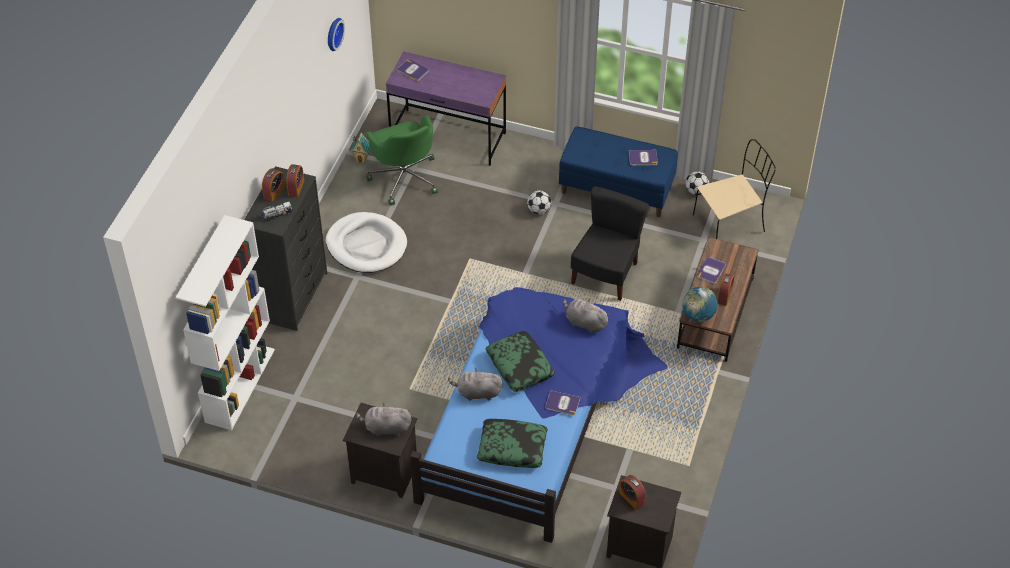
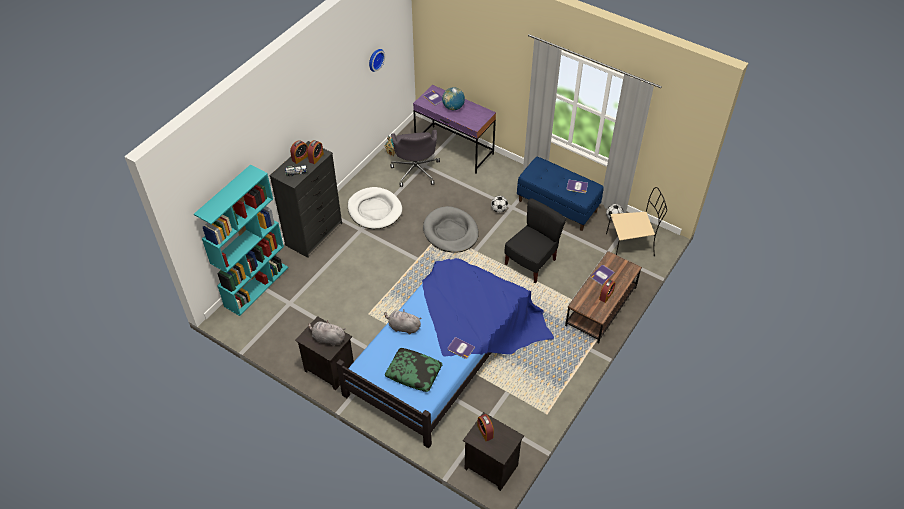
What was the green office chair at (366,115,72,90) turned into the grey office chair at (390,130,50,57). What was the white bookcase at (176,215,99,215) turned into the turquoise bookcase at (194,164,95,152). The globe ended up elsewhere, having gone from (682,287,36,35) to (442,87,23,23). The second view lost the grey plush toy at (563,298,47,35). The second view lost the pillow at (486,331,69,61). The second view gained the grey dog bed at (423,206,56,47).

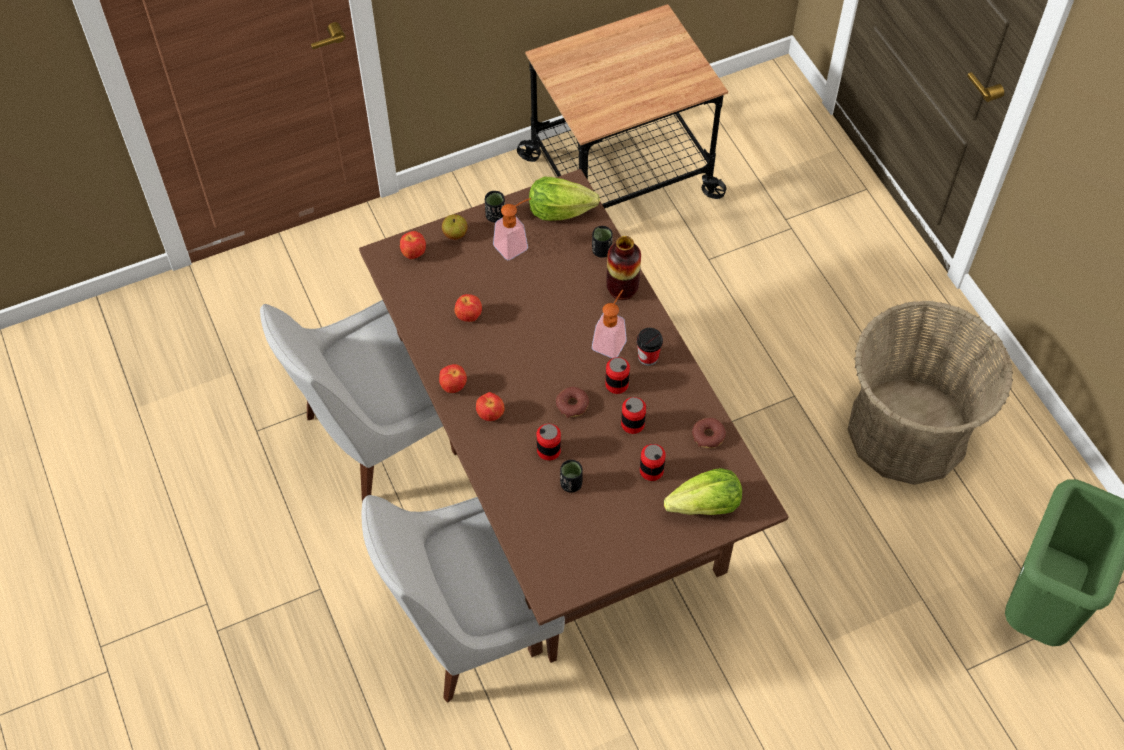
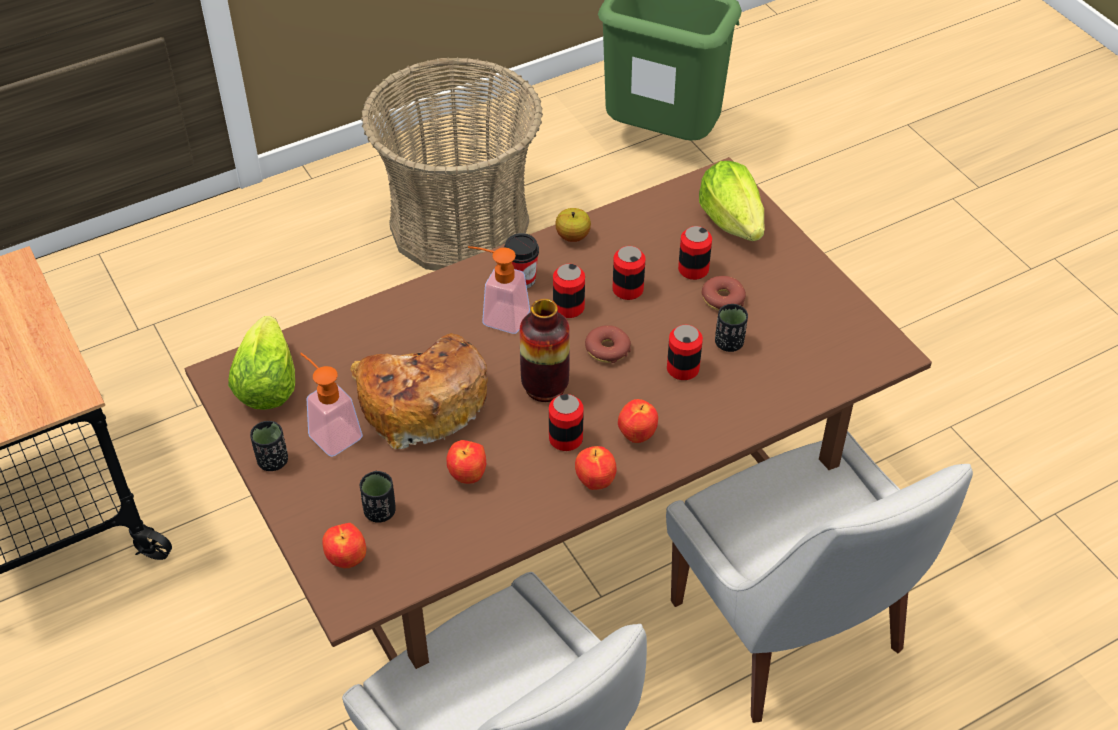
The apple ended up elsewhere, having gone from (442,214,25,26) to (555,208,36,34). The black cup ended up elsewhere, having gone from (592,226,21,32) to (360,471,36,52). The vase ended up elsewhere, having gone from (606,236,35,64) to (520,299,50,103). The donut ended up elsewhere, having gone from (692,418,34,30) to (701,276,45,35). The second view gained the bread at (350,333,138,116). The second view gained the can at (549,394,35,57).

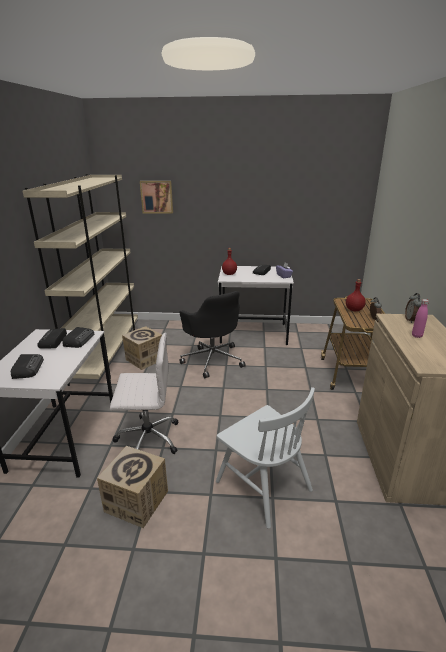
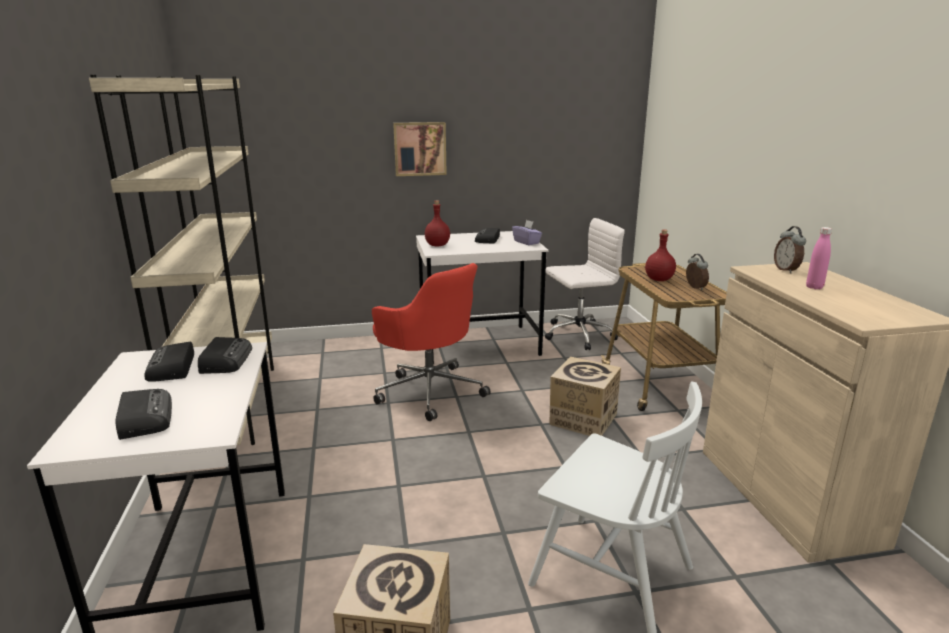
The picture ended up elsewhere, having gone from (140,181,33,33) to (393,122,54,54). What was the black office chair at (179,291,67,87) turned into the red office chair at (372,263,119,158). The cardboard box ended up elsewhere, having gone from (122,326,40,44) to (549,357,72,79). The white office chair ended up elsewhere, having gone from (110,333,68,121) to (545,218,80,132).

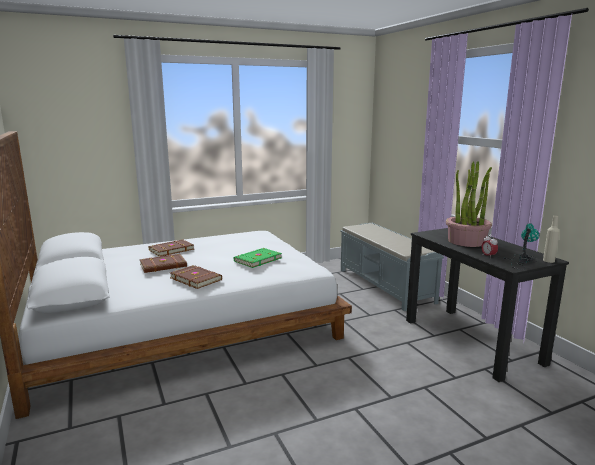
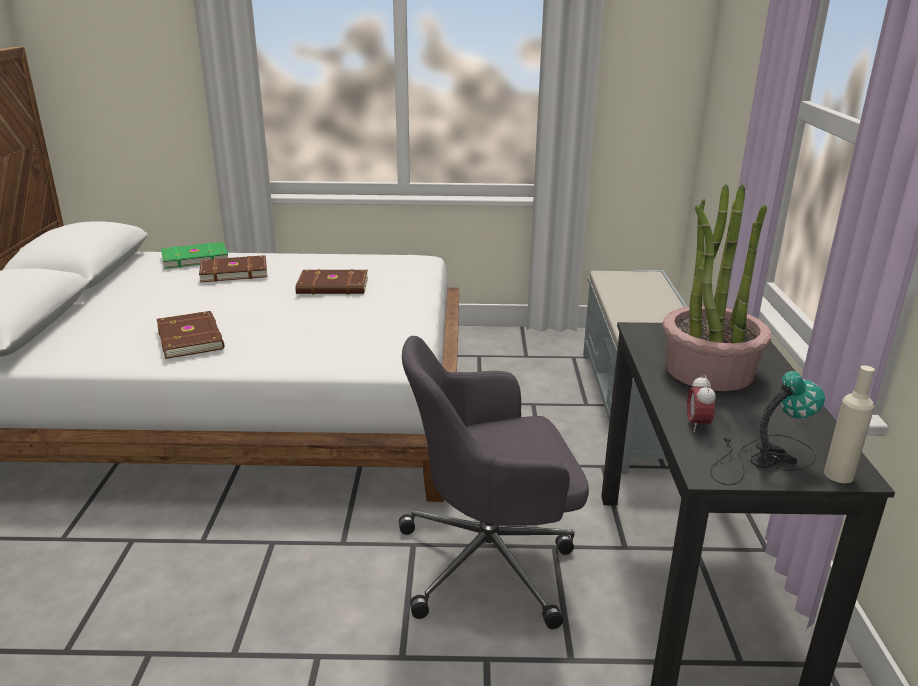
The green book ended up elsewhere, having gone from (234,248,48,20) to (161,242,67,27). The brown book ended up elsewhere, having gone from (140,254,47,19) to (295,269,73,25). The second view gained the grey office chair at (399,336,190,293).

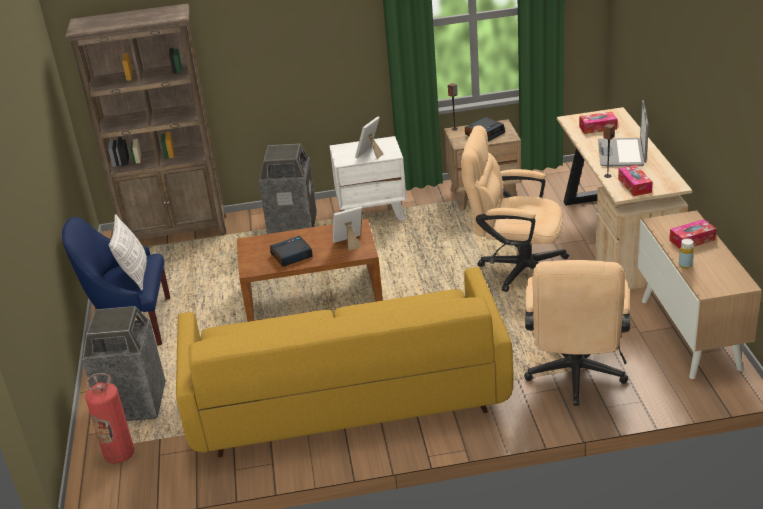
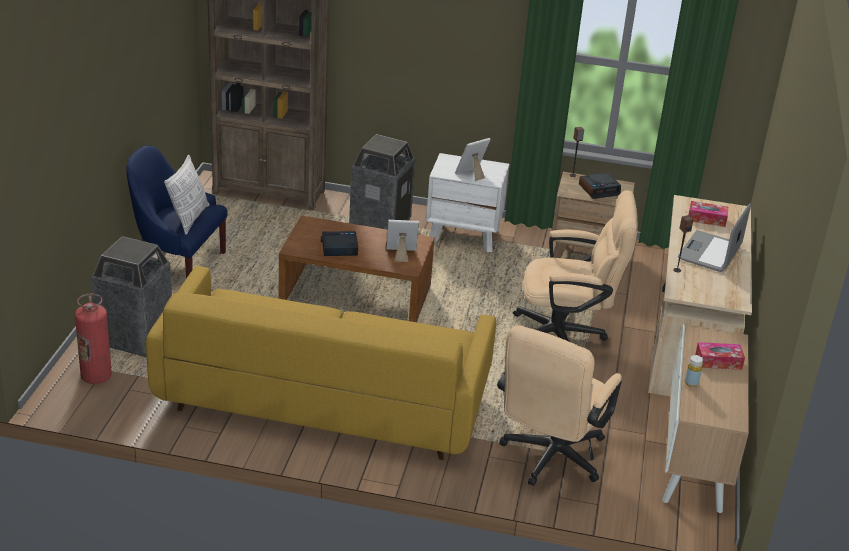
The beige office chair at (461,125,108,167) ended up facing another way, 150 degrees clockwise from before. The second view lost the tissue box at (618,165,34,31).

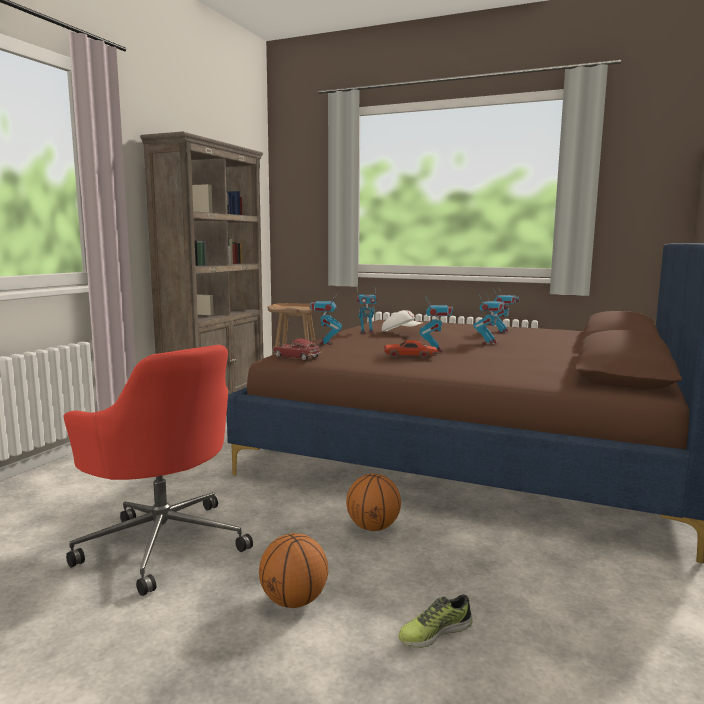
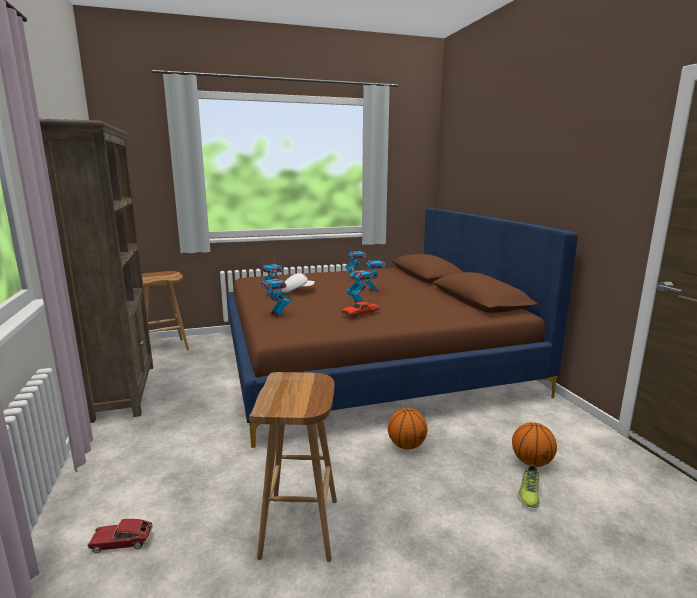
The toy car ended up elsewhere, having gone from (273,339,49,22) to (87,519,66,34). Where the red office chair stood at (64,345,189,251), the brown stool came to stand at (249,372,88,190). The basketball ended up elsewhere, having gone from (259,533,69,75) to (512,422,45,45).

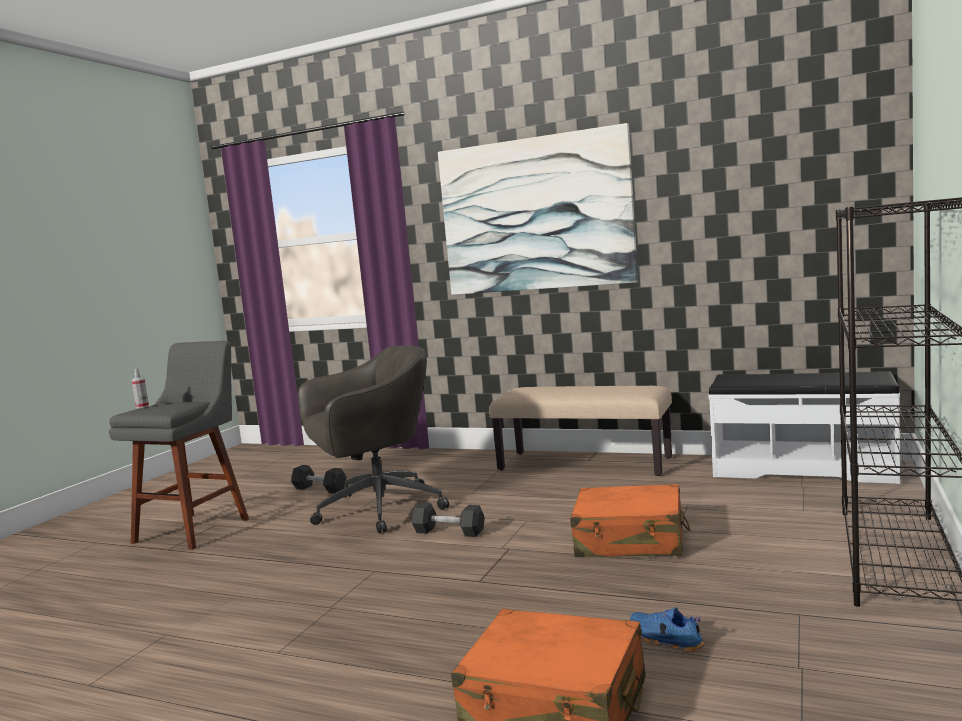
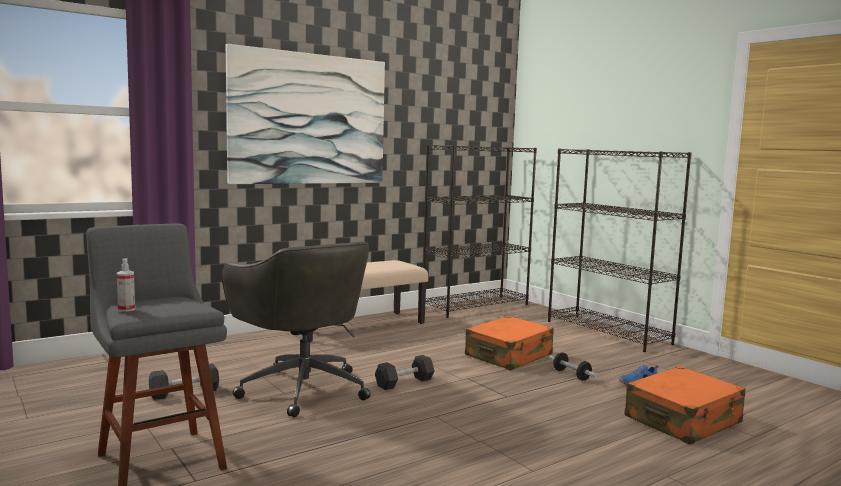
The grey office chair at (298,345,151,188) ended up facing another way, 135 degrees clockwise from before. Where the white bench stood at (708,371,192,113), the black bookcase came to stand at (424,145,113,173). The second view gained the dumbbell at (549,352,49,29).

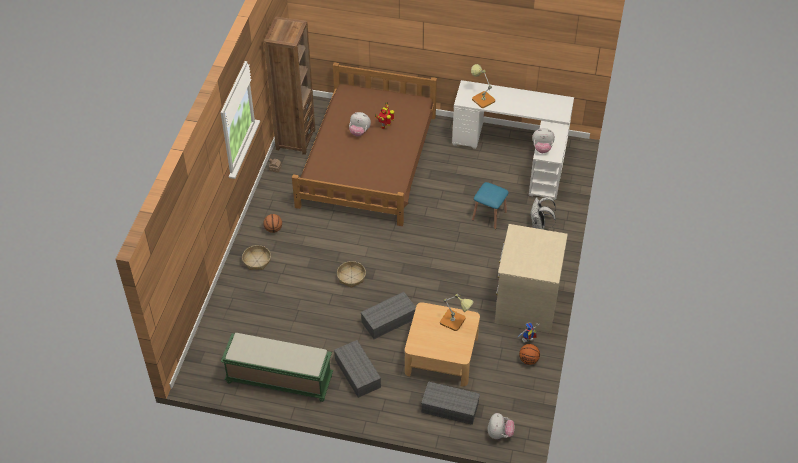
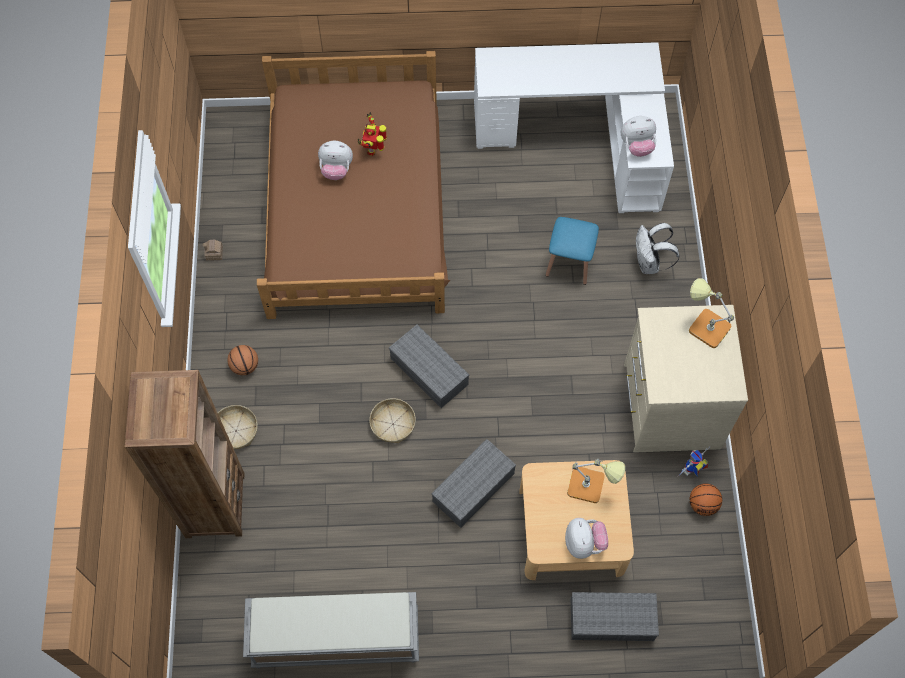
The brown bookcase ended up elsewhere, having gone from (264,16,51,139) to (125,370,119,168). The table lamp ended up elsewhere, having gone from (471,64,24,44) to (689,278,45,70). What was the green bench at (221,333,112,69) turned into the grey bench at (243,592,176,76). The grey storage box ended up elsewhere, having gone from (334,340,47,58) to (389,325,80,83). The plush toy ended up elsewhere, having gone from (488,413,26,26) to (565,518,43,41).

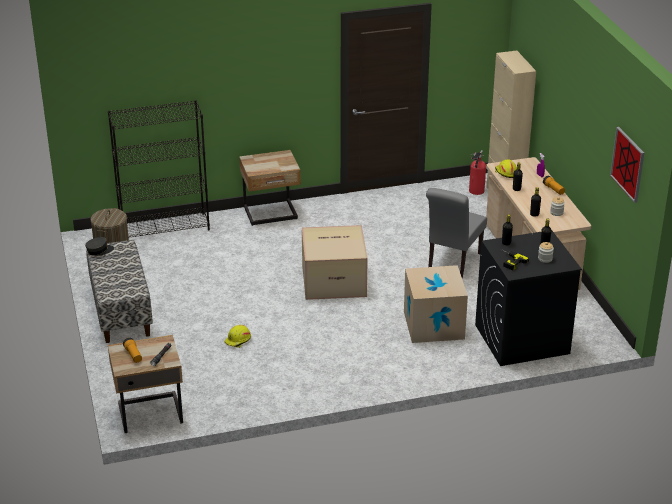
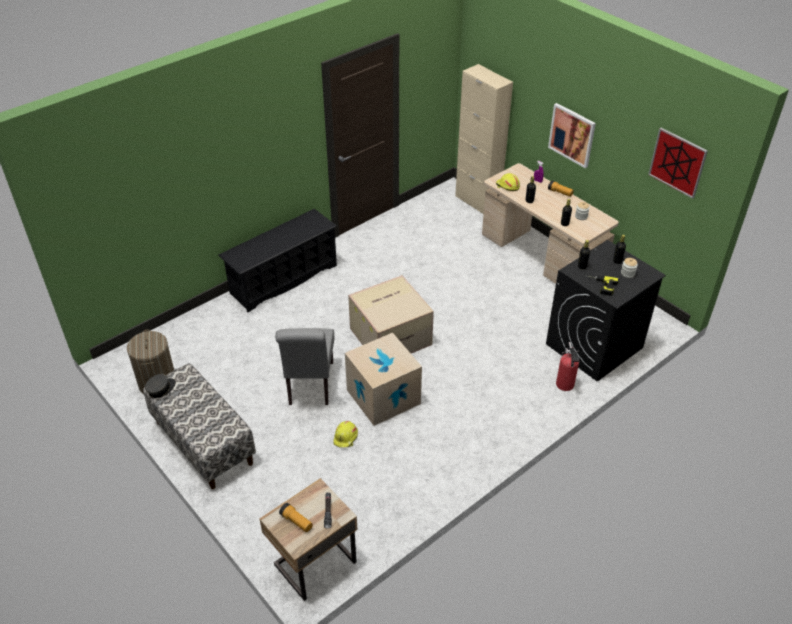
The second view lost the black bookcase at (108,100,102,137). Where the beige nightstand stood at (239,150,62,76), the black shoe rack came to stand at (218,209,119,103). The fire extinguisher ended up elsewhere, having gone from (469,150,17,45) to (556,342,23,49). The grey chair ended up elsewhere, having gone from (426,188,61,91) to (275,328,59,77). The cardboard box ended up elsewhere, having gone from (404,265,64,78) to (345,333,77,93). The second view gained the picture at (548,103,48,65).

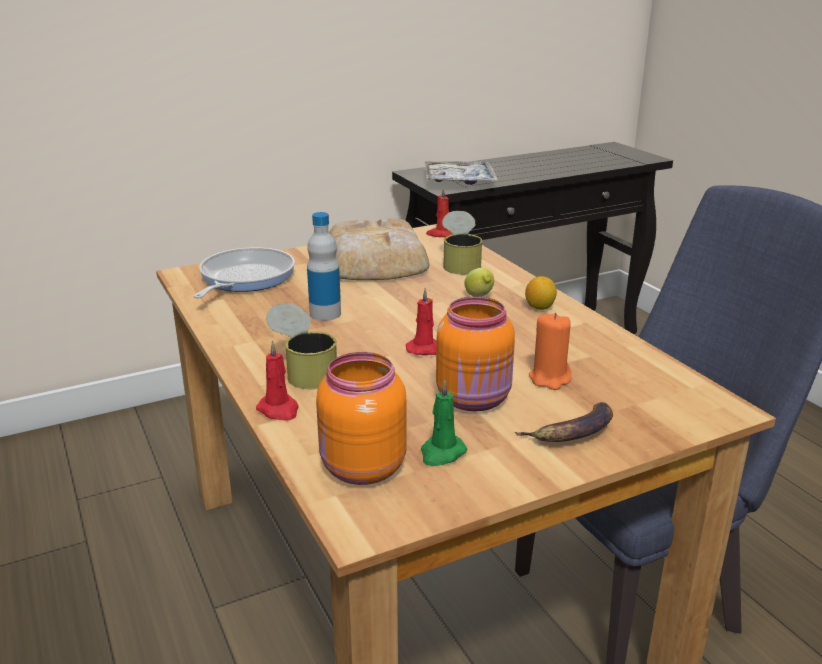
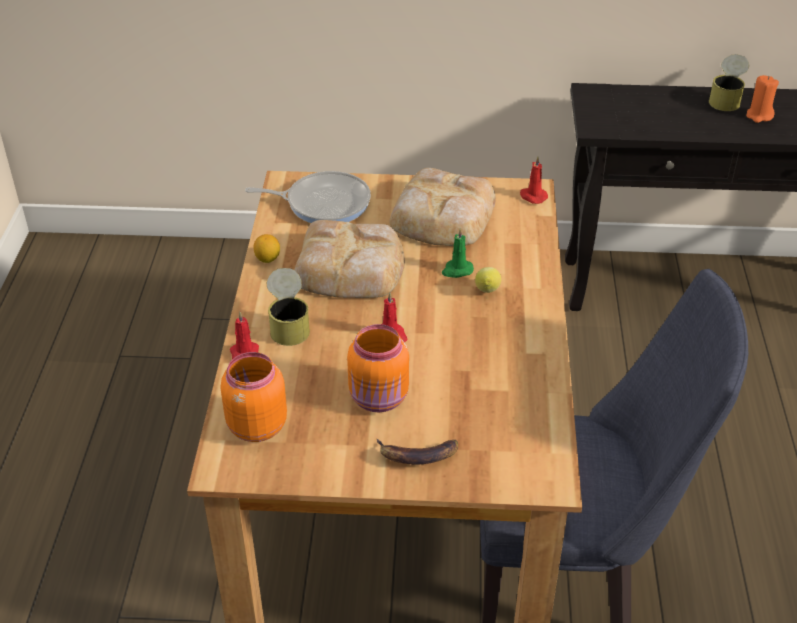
The second view lost the tray at (424,161,74,24). The can ended up elsewhere, having gone from (442,211,40,64) to (709,54,40,57). Where the bottle stood at (307,212,34,109), the bread came to stand at (294,220,111,78). The frying pan at (194,247,101,52) ended up facing another way, 45 degrees clockwise from before. The lemon ended up elsewhere, having gone from (525,276,32,34) to (253,234,27,29). The orange candle ended up elsewhere, having gone from (529,313,42,77) to (746,75,33,48). The green candle ended up elsewhere, having gone from (421,379,46,87) to (442,228,32,50).

